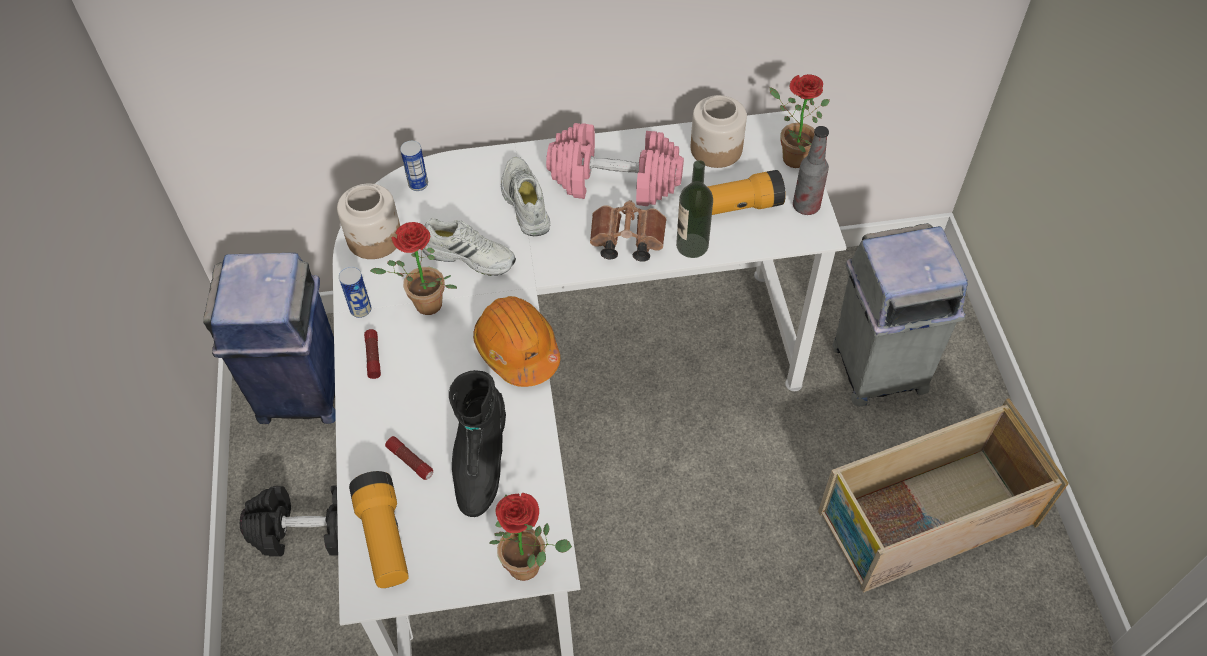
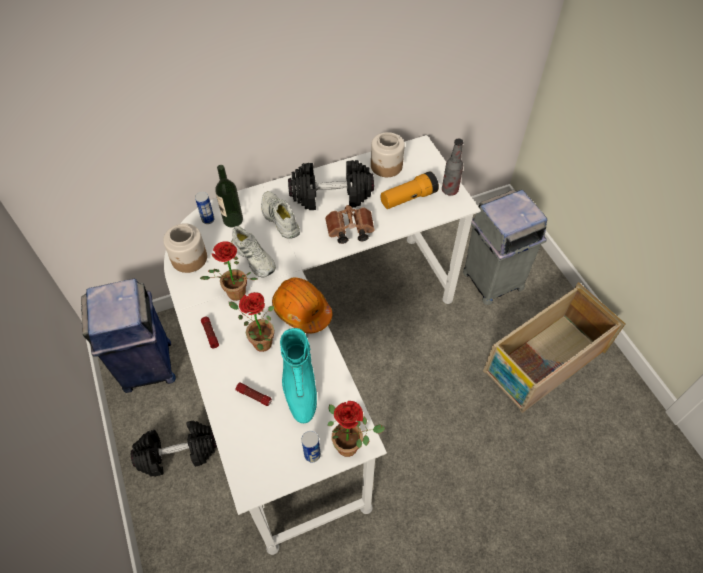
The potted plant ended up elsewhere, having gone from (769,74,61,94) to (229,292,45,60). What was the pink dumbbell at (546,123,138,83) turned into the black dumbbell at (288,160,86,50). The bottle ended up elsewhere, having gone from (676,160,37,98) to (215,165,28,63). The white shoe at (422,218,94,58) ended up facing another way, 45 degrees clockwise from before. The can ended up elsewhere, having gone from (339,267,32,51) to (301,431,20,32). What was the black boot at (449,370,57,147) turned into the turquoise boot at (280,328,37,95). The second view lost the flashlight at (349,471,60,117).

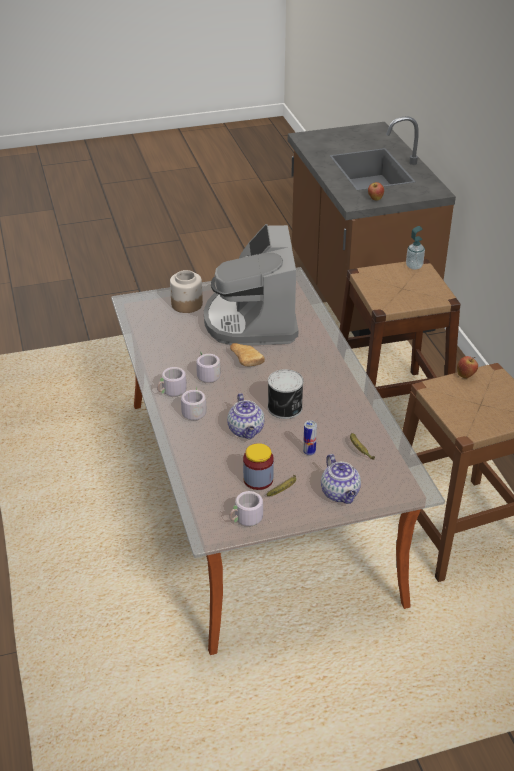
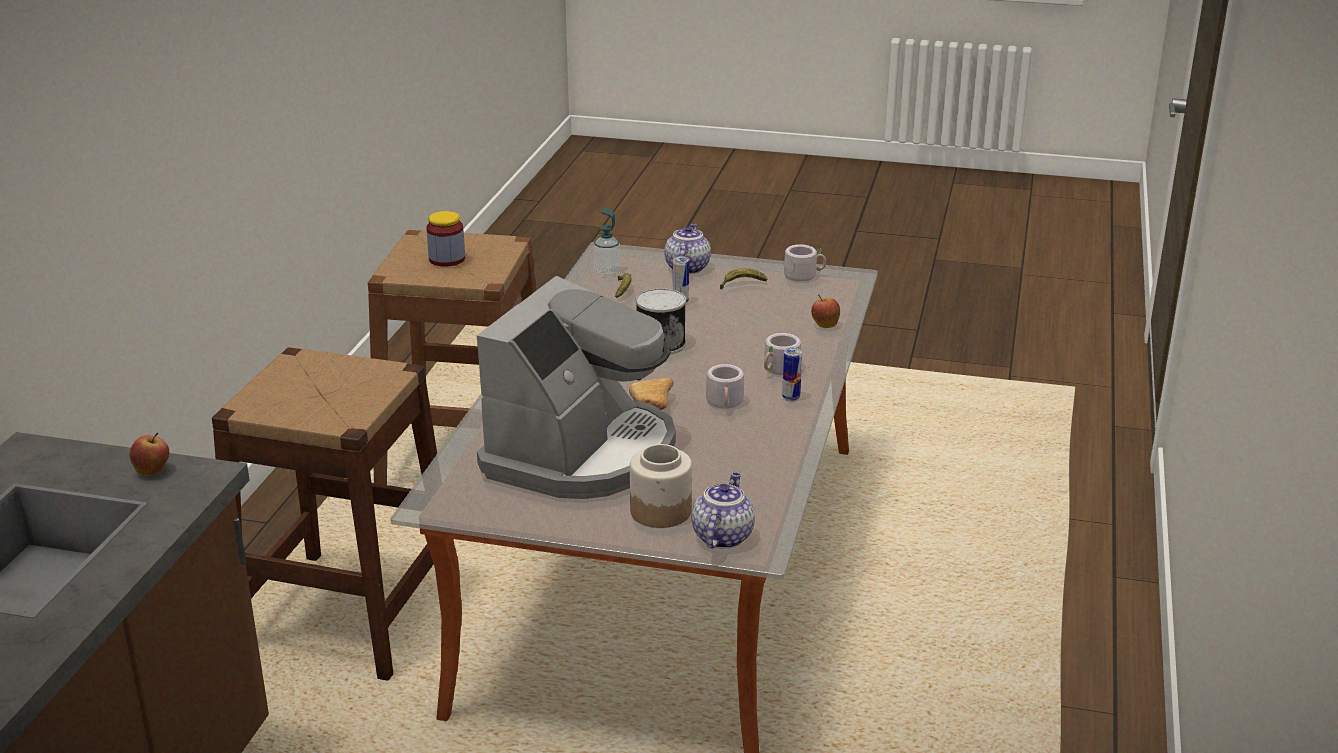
The soap dispenser ended up elsewhere, having gone from (406,226,19,44) to (594,208,26,68). The apple ended up elsewhere, having gone from (457,356,21,23) to (811,295,29,33). Where the grey mug stood at (157,367,30,30), the can came to stand at (782,347,20,54). The teapot ended up elsewhere, having gone from (227,393,38,46) to (692,473,63,76). The jar ended up elsewhere, having gone from (243,443,31,47) to (426,211,39,56).

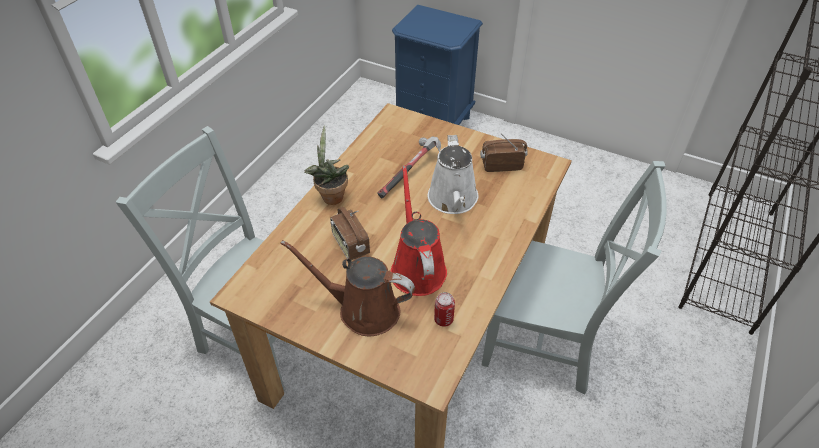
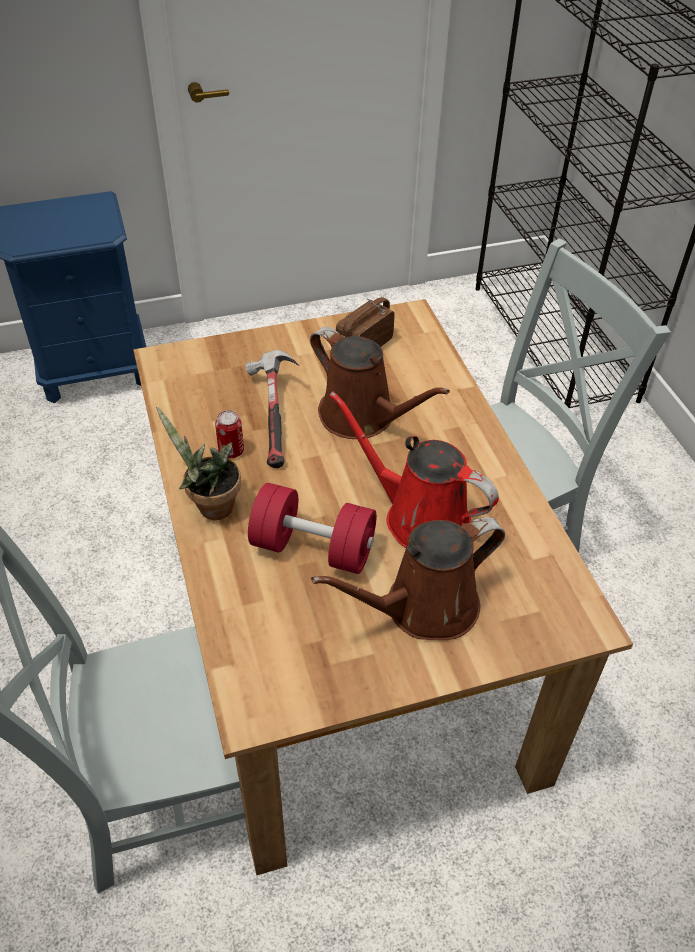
What was the white watering can at (428,135,50,79) turned into the brown watering can at (310,327,140,112). Where the radio stood at (330,207,40,53), the red dumbbell came to stand at (248,483,129,91). The can ended up elsewhere, having gone from (434,292,21,35) to (215,410,29,48).

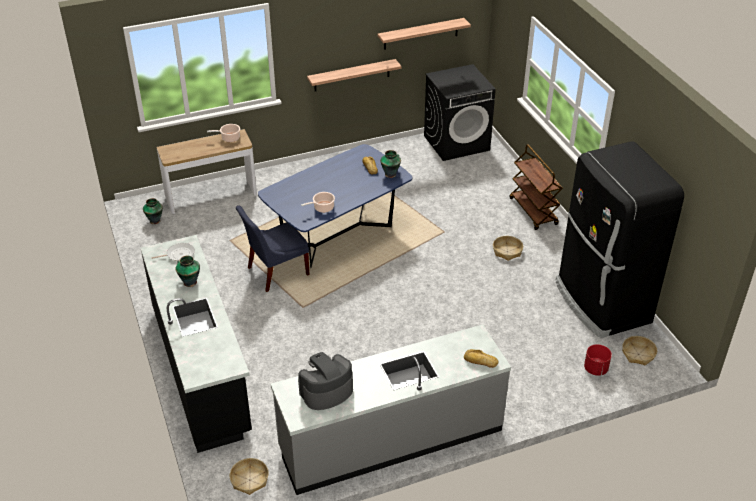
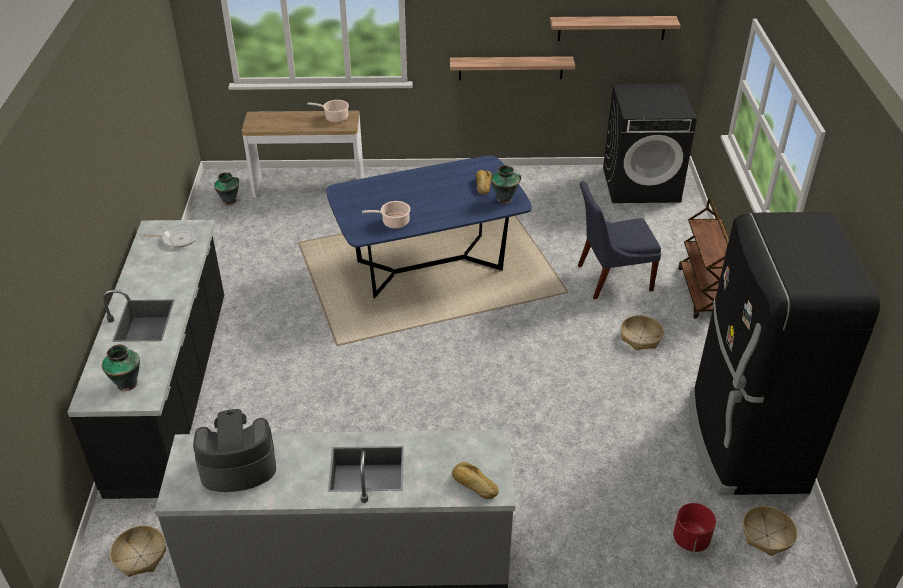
The blue chair ended up elsewhere, having gone from (236,205,74,87) to (578,181,83,118). The vase ended up elsewhere, having gone from (175,255,25,32) to (102,344,38,47).

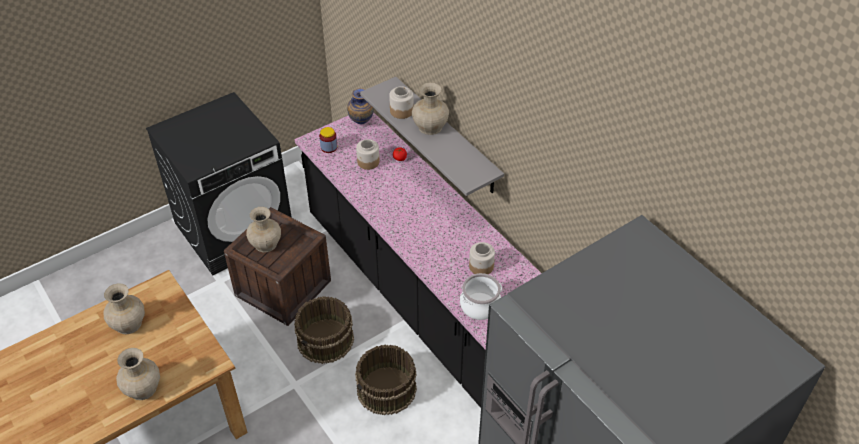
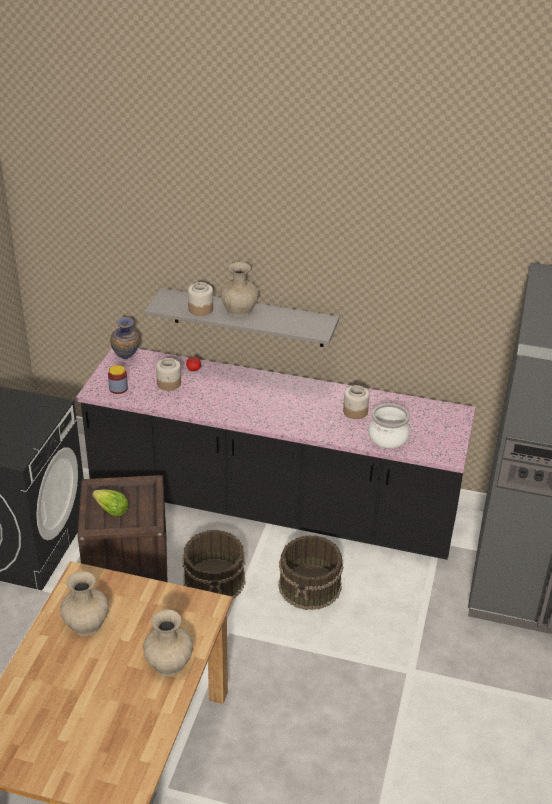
Where the beige vase stood at (246,207,35,45), the lettuce came to stand at (92,489,37,27).

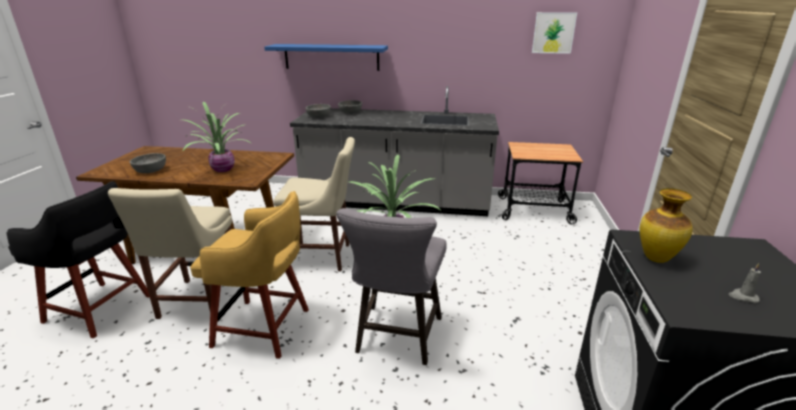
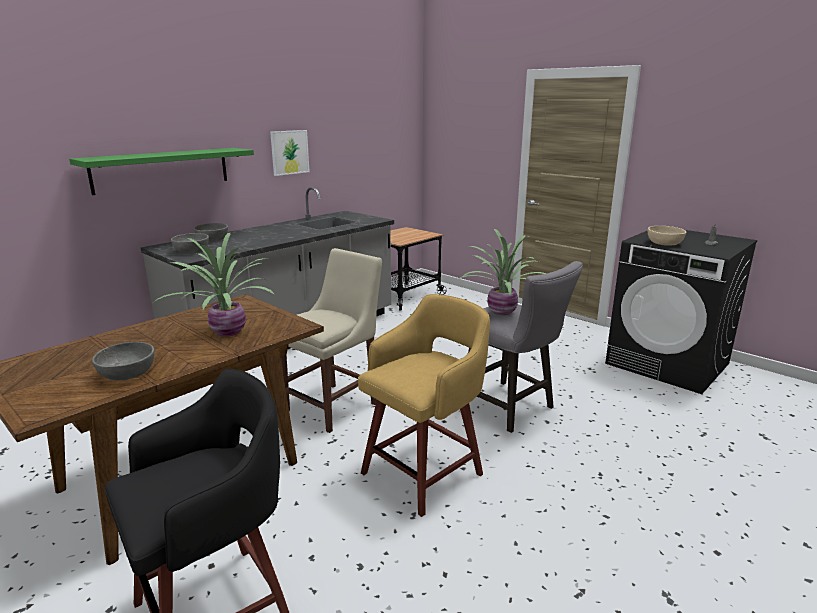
The picture ended up elsewhere, having gone from (532,12,45,42) to (270,130,40,46). What was the blue shelf at (264,44,124,27) turned into the green shelf at (69,148,185,47). The second view lost the beige chair at (108,188,124,131). Where the vase stood at (640,188,53,75), the beige bowl came to stand at (648,226,38,20).

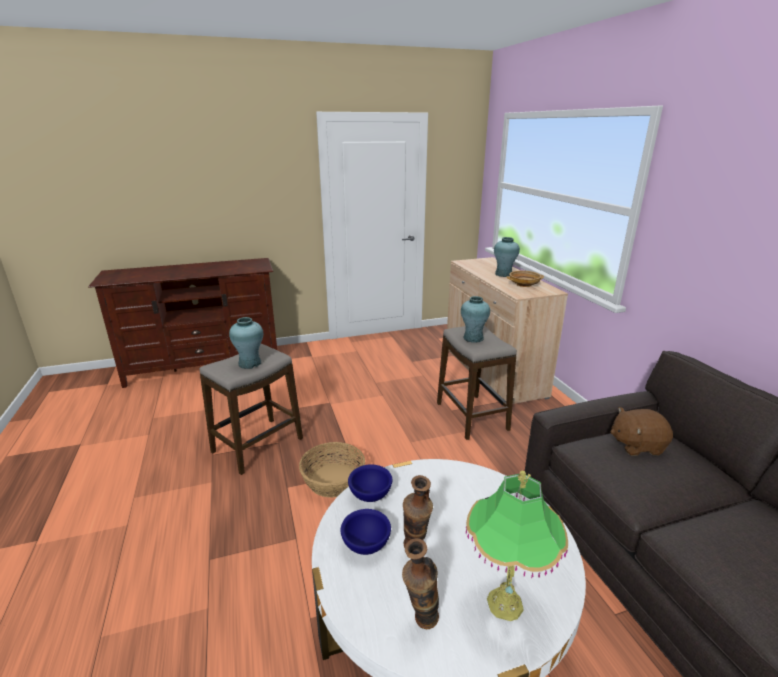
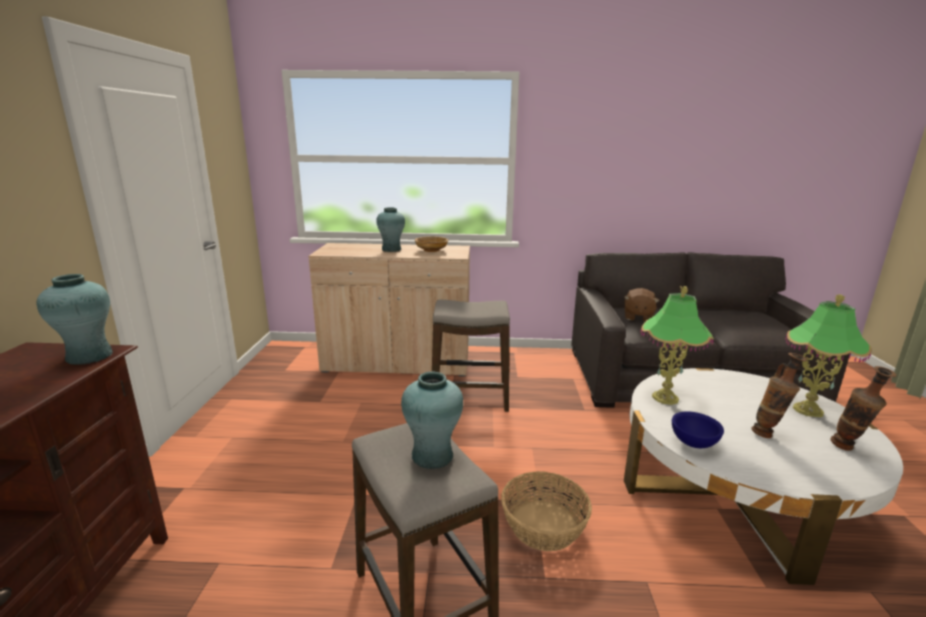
The turquoise vase ended up elsewhere, having gone from (461,296,29,47) to (37,274,76,91). The second view lost the blue bowl at (340,509,51,46). The second view gained the table lamp at (640,286,74,119).

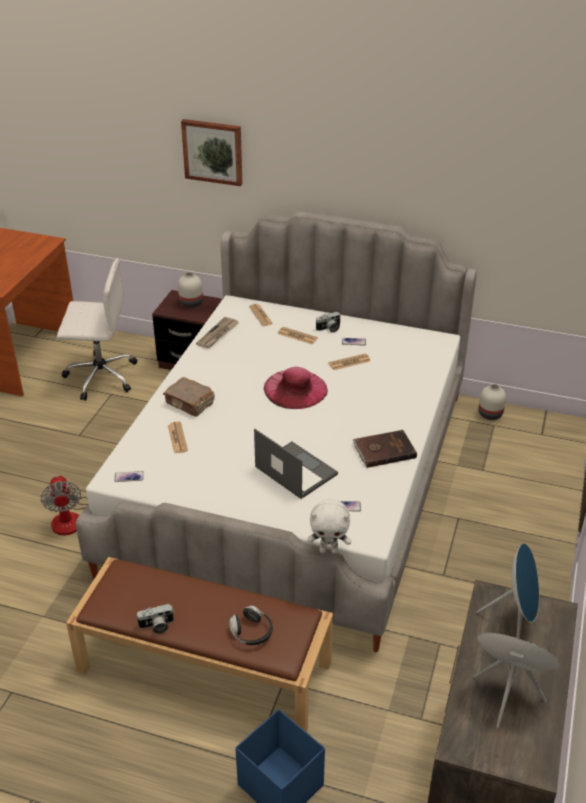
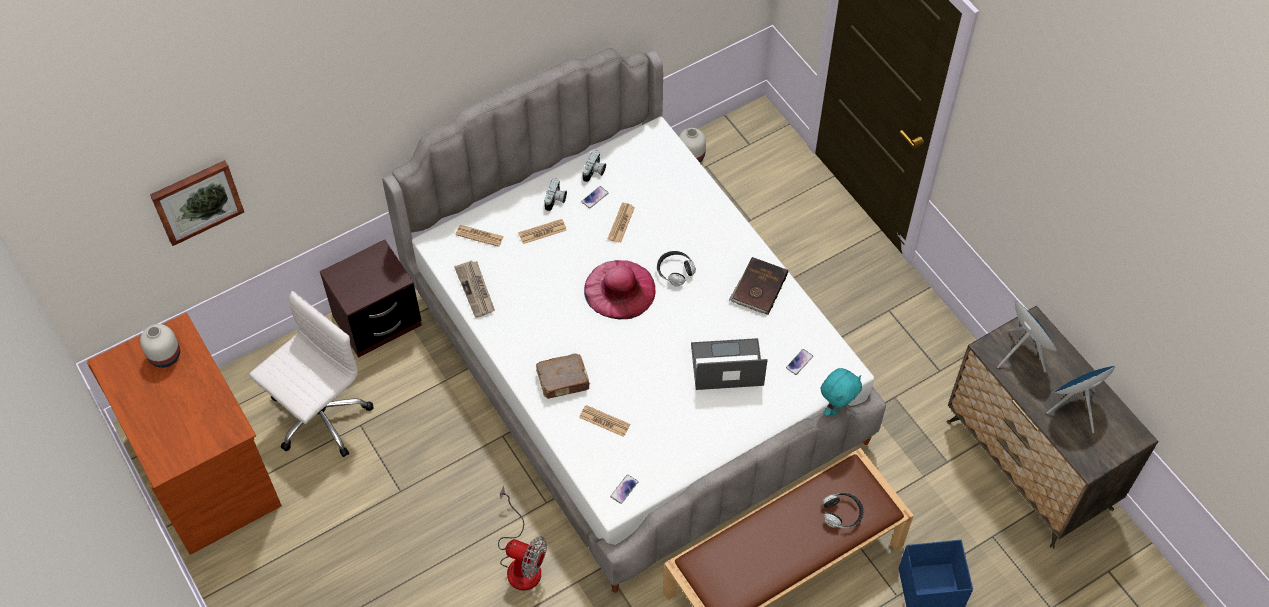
The picture ended up elsewhere, having gone from (181,119,61,67) to (150,160,94,86). The white vase ended up elsewhere, having gone from (178,272,25,36) to (140,324,40,44). What was the white plush toy at (307,499,44,55) turned into the turquoise plush toy at (821,368,41,48). The photo camera ended up elsewhere, having gone from (136,604,38,30) to (582,150,24,32). The second view gained the headphones at (657,251,39,36).

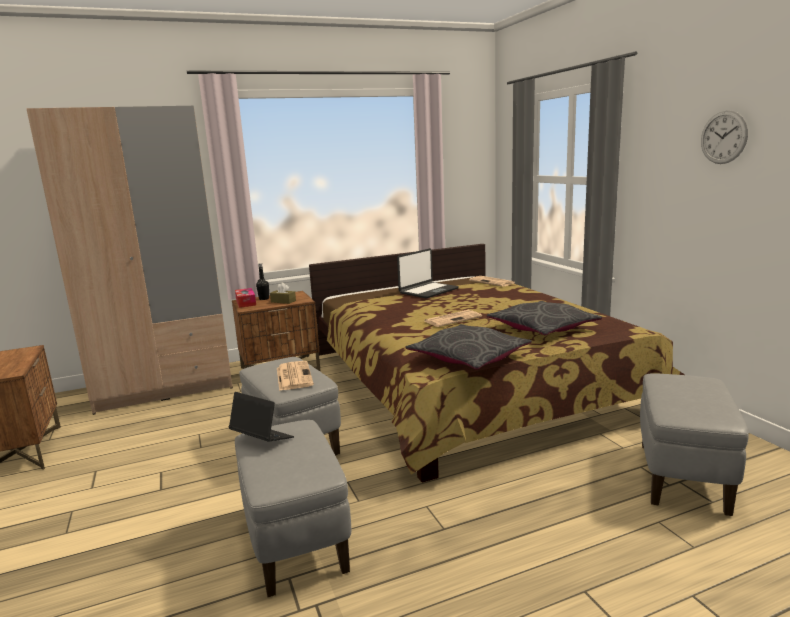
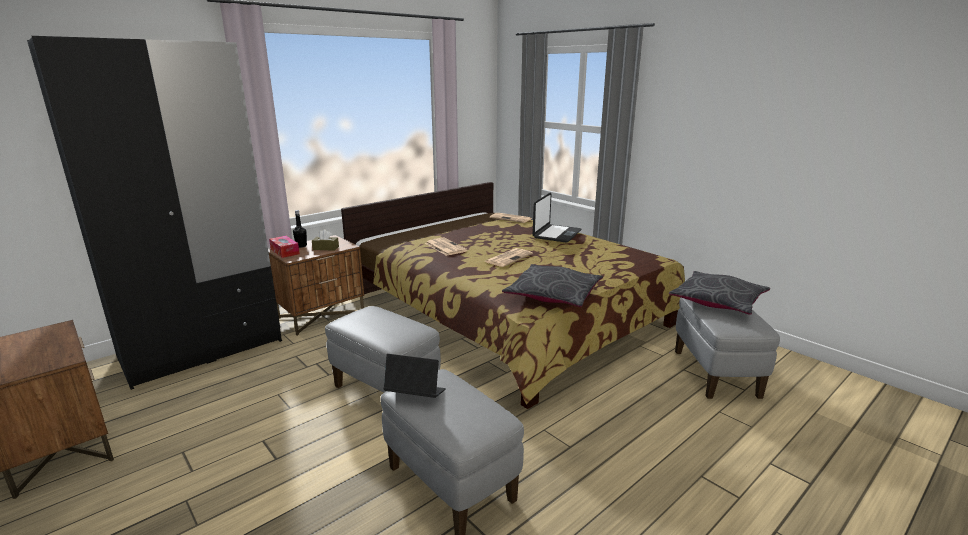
What was the beige wardrobe at (26,106,207,309) turned into the black wardrobe at (27,36,255,354). The second view lost the wall clock at (701,110,47,54). The laptop ended up elsewhere, having gone from (397,248,62,51) to (532,192,49,51). The grey pillow ended up elsewhere, having gone from (487,301,115,34) to (669,271,101,44). The newspaper ended up elsewhere, having gone from (277,361,37,30) to (425,238,43,18).

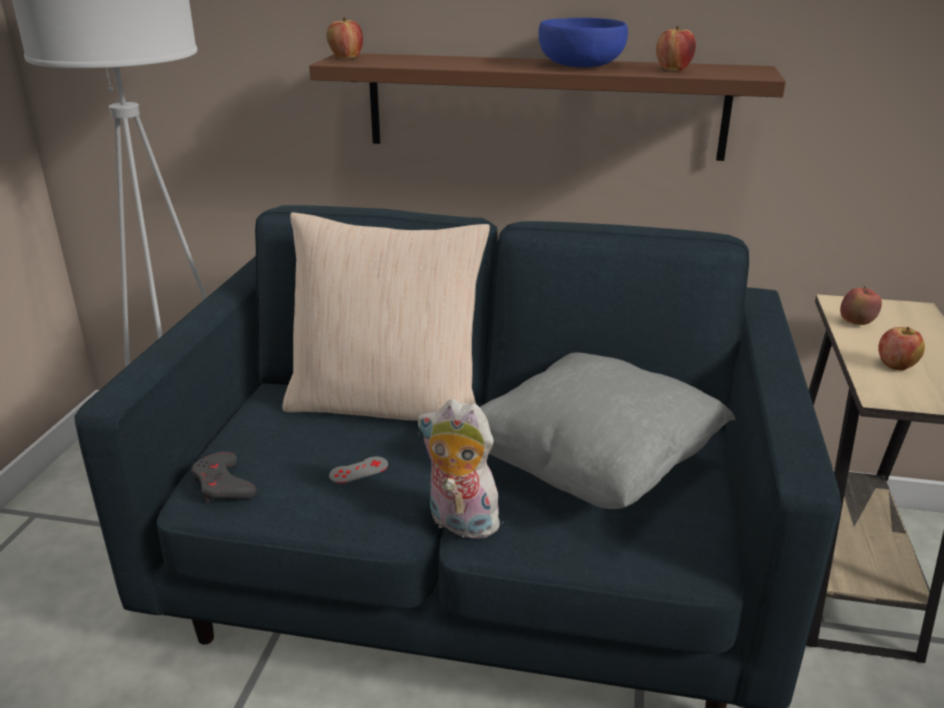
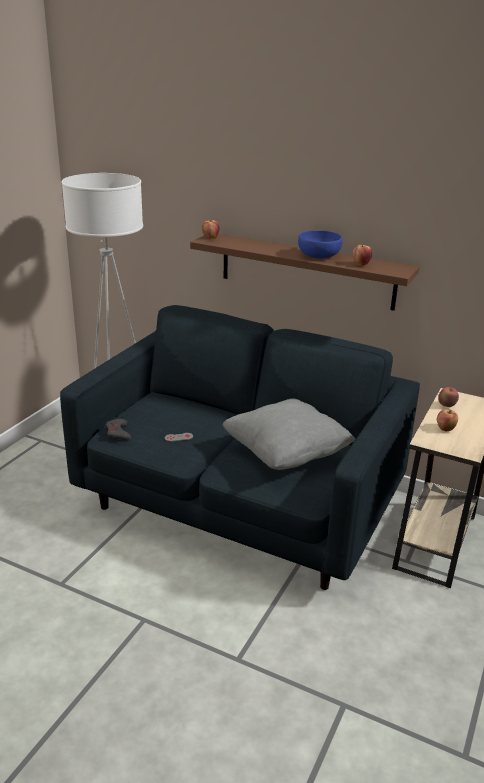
The second view lost the beige pillow at (282,212,208,209). The second view lost the plush toy at (418,399,87,140).

